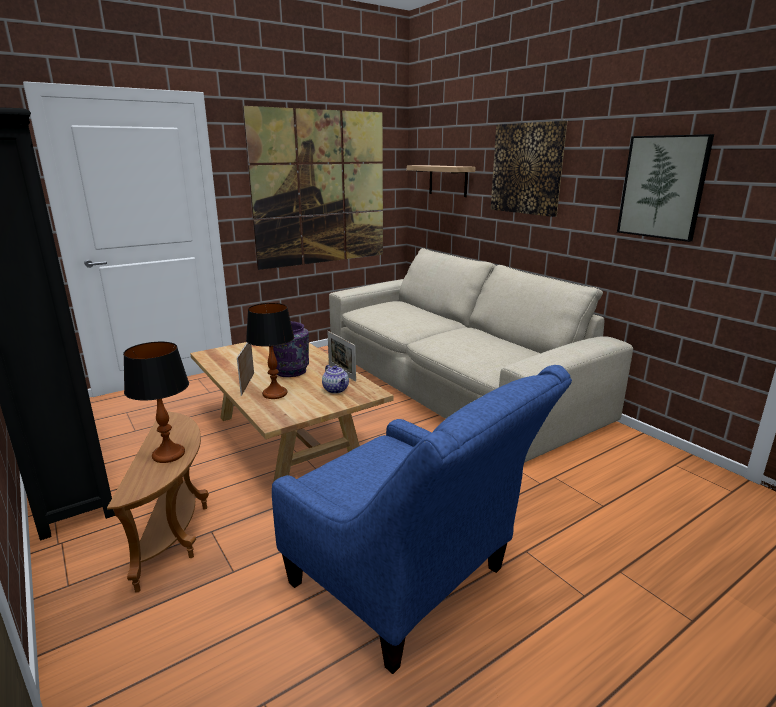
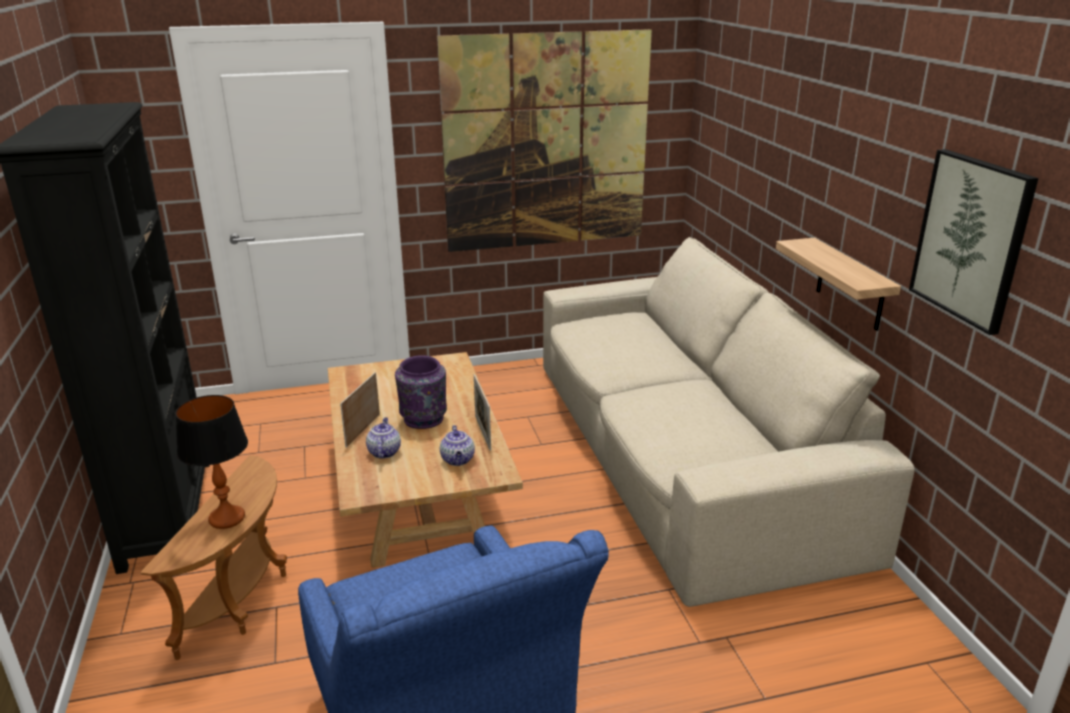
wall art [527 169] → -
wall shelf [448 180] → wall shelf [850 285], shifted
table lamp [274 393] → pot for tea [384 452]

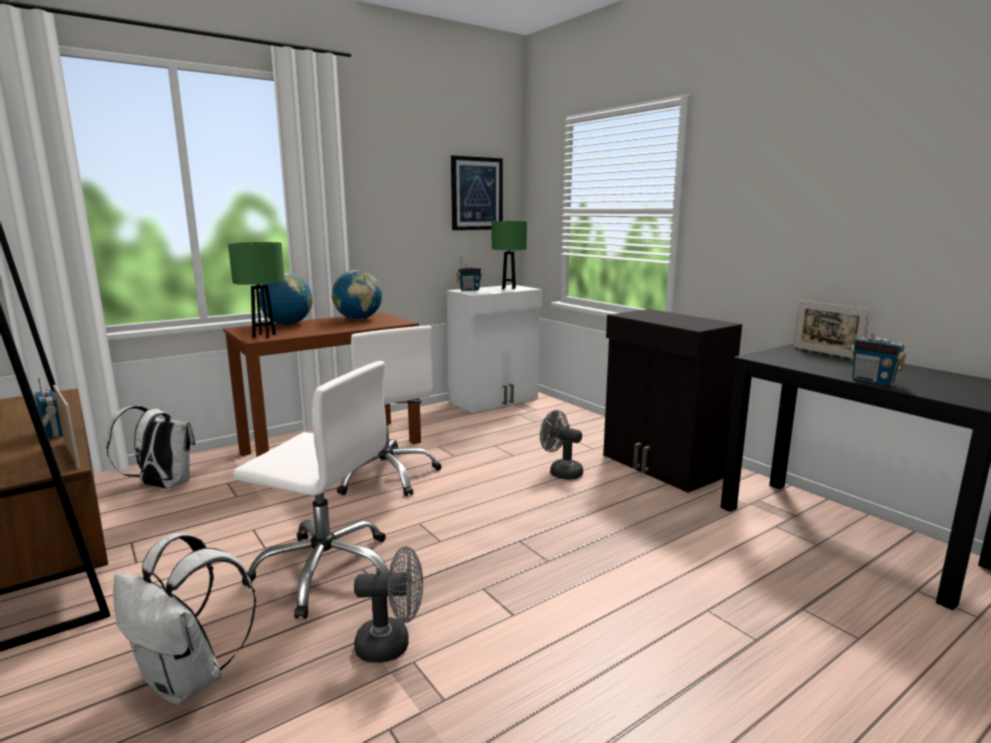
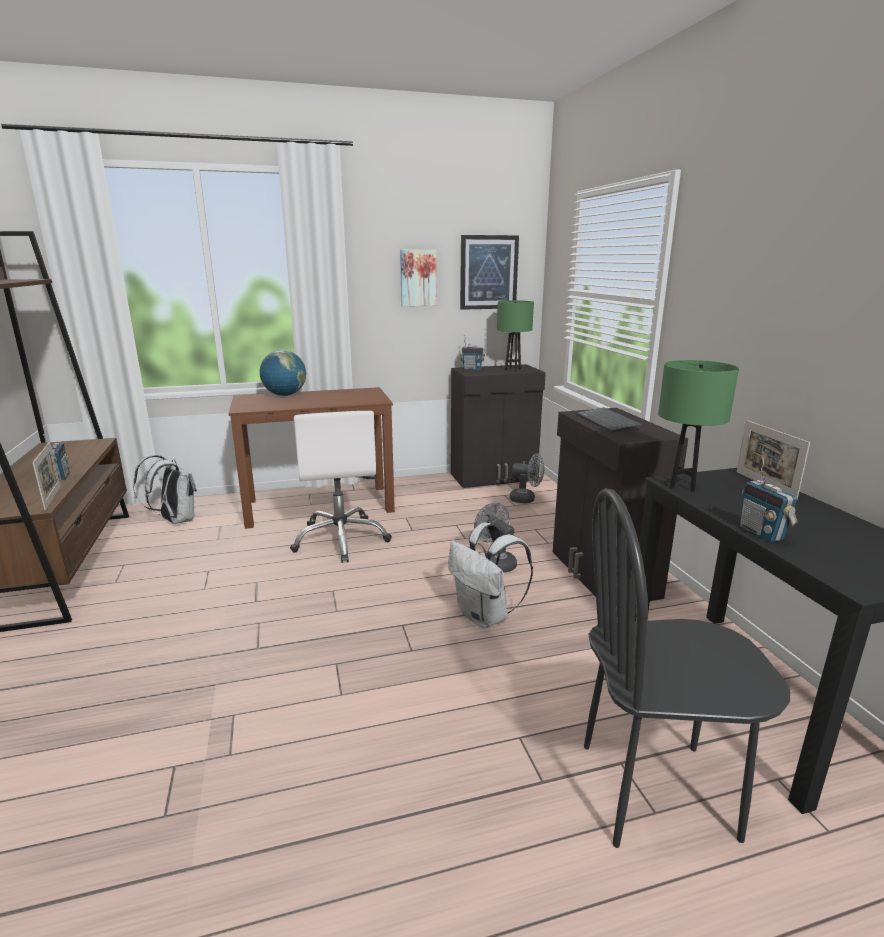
whitish desk chair [326 570] → -
globe [358 319] → -
- → wall art [418 278]
- → PC keyboard [609 422]
- → blackish plain chair [657 790]
whitish knapsack [189 680] → whitish knapsack [485 616], shifted
greenish table lamp [264 336] → greenish table lamp [682 486], shifted
grey electric fan [392 644] → grey electric fan [526 499], shifted
whitish cabinet [495 400] → blackish cabinet [494 477]

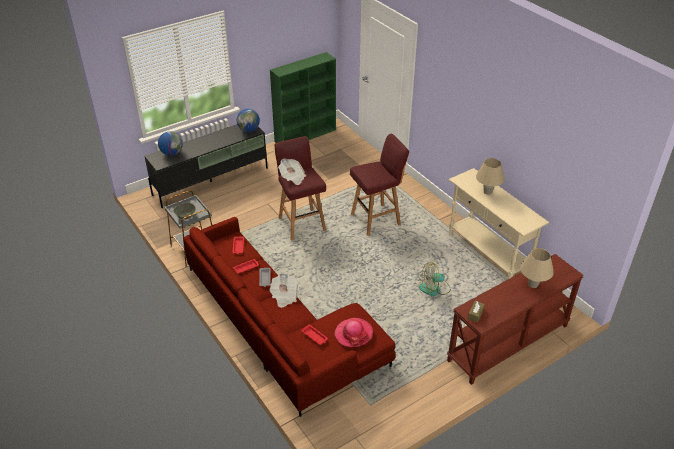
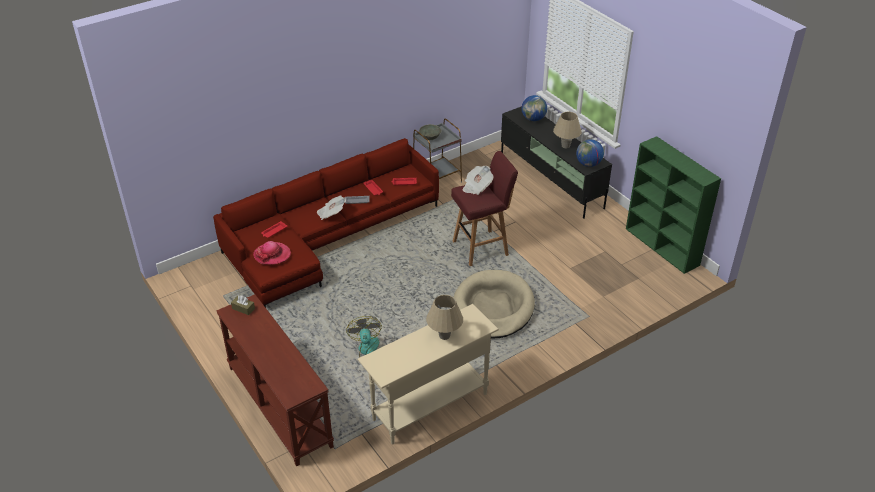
beige table lamp [533 284] → beige table lamp [565 146], shifted
reddish stool seat [376 219] → beige dog cushion [493 307]

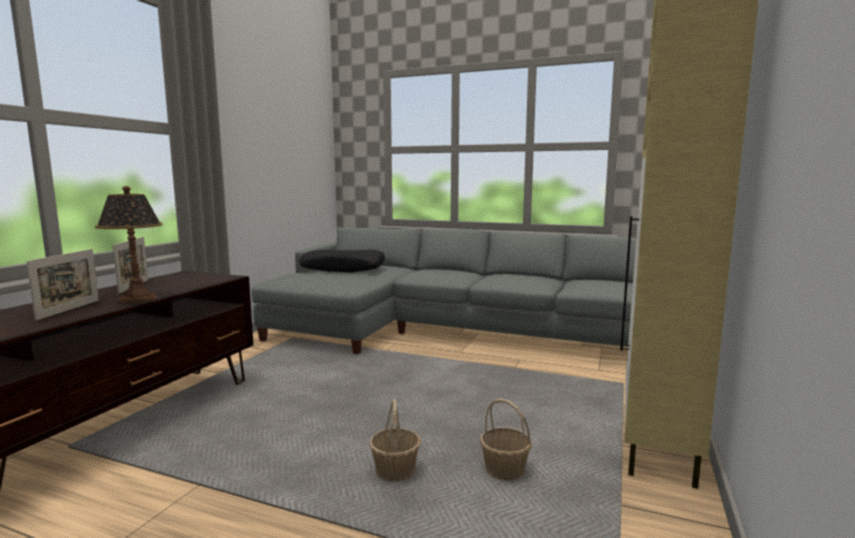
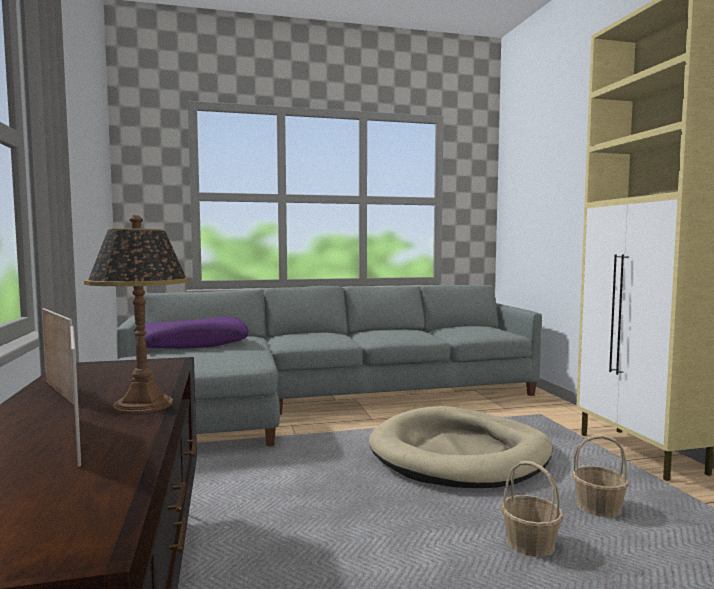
- → beige dog cushion [460 454]
blackish pillow [343 269] → purple-coloured pillow [192 344]

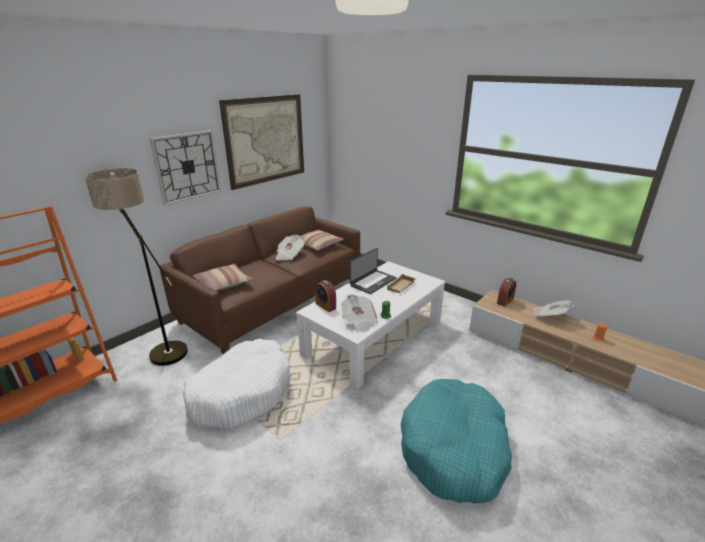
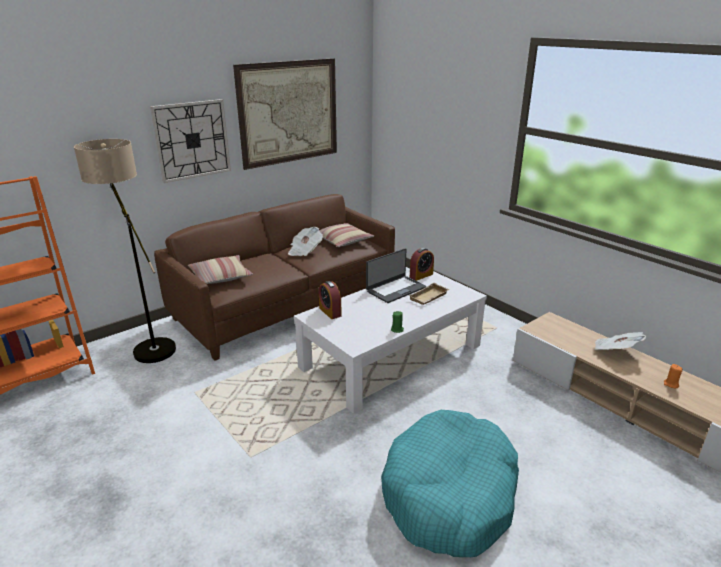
whitish dog cushion [241 392] → -
newspaper [359 322] → -
table clock [505 301] → table clock [421 275], shifted

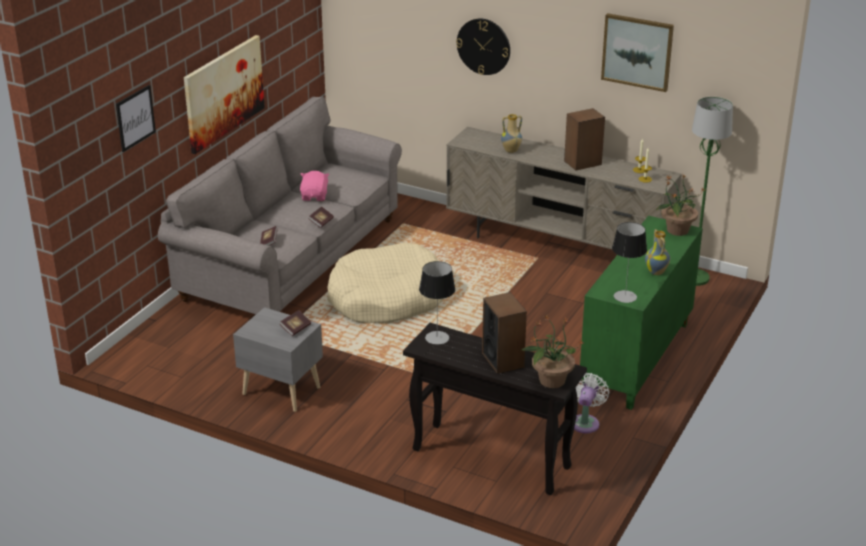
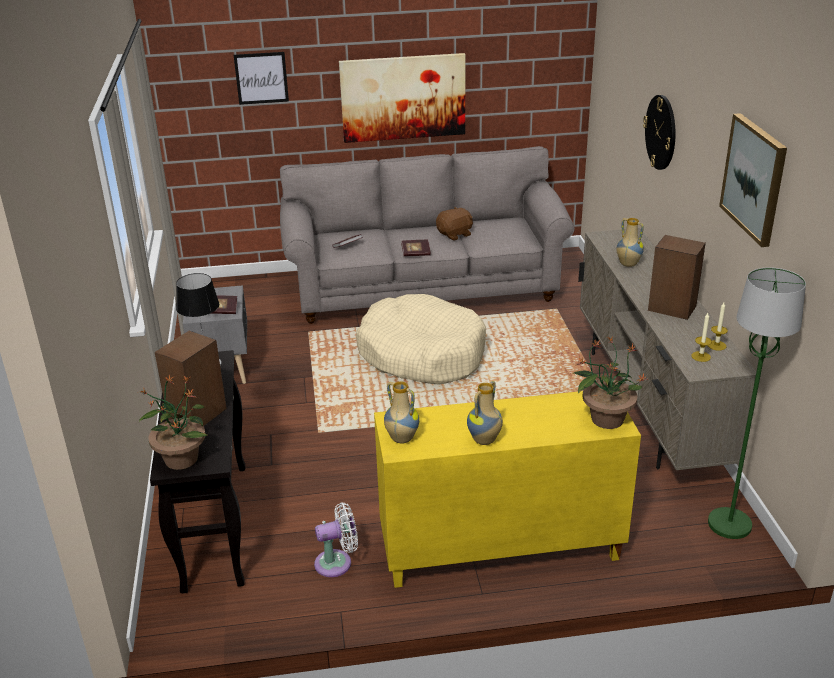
table lamp [625 296] → decorative vase [401 439]
pink-coloured soft toy [315 196] → brownish soft toy [455 234]
greenish cabinet [637 359] → yellow-coloured cabinet [499 550]

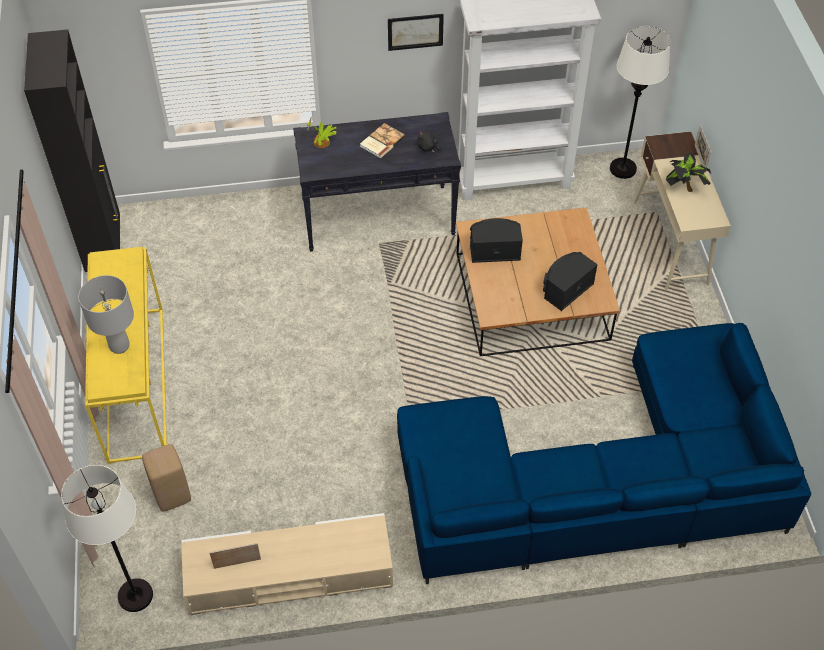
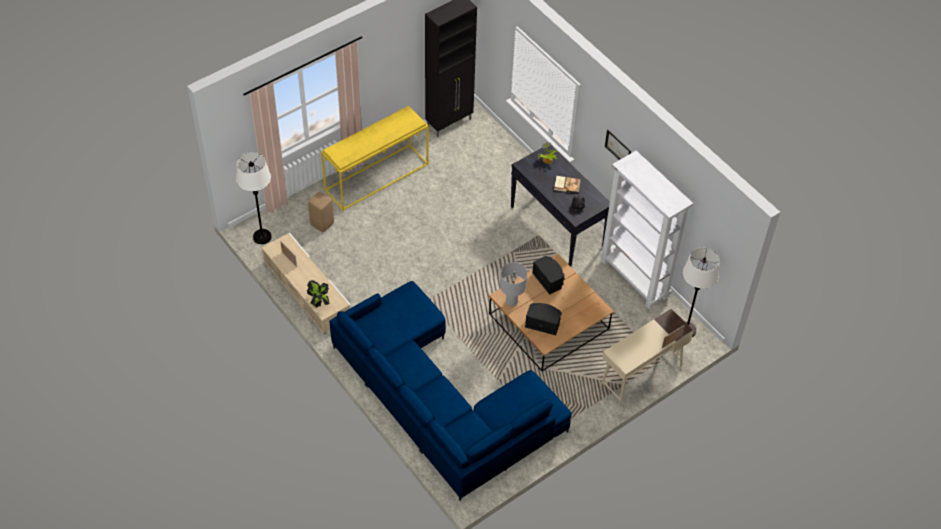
grey table lamp [119 345] → grey table lamp [512 302], shifted
plant in a pot [684 187] → plant in a pot [320 302], shifted

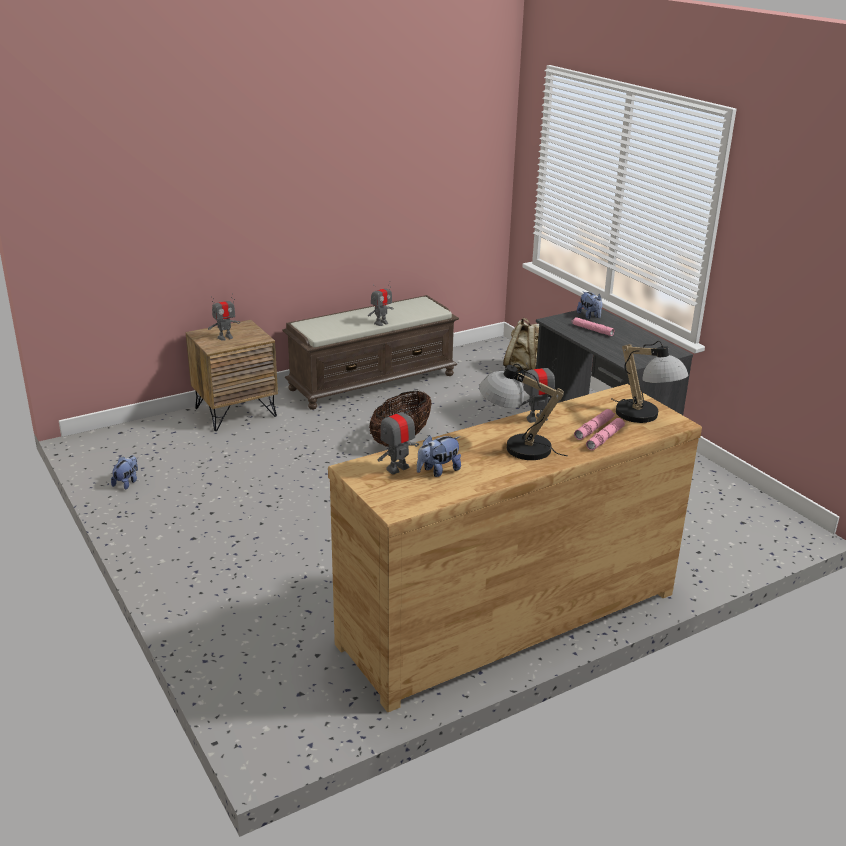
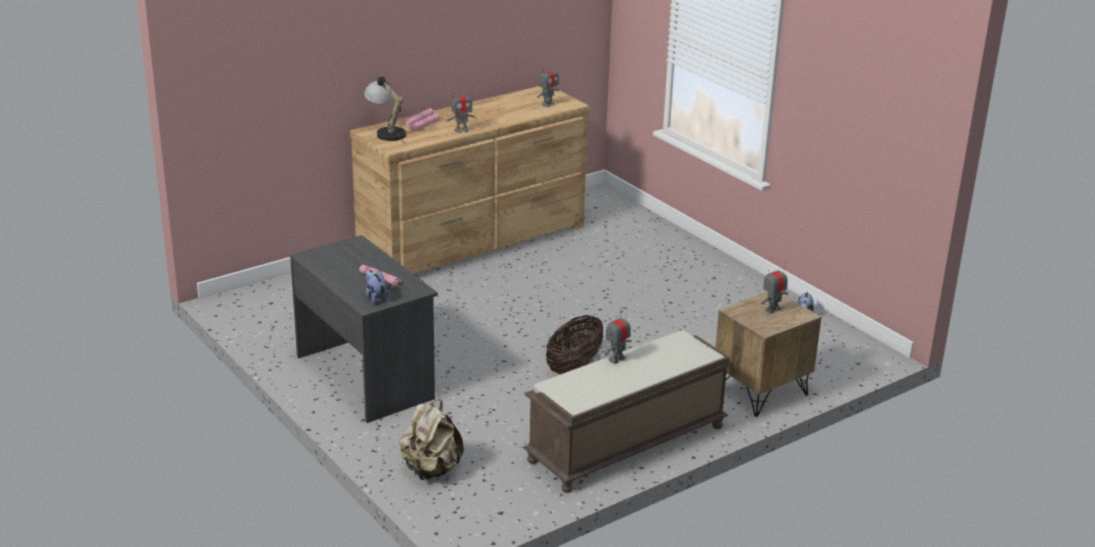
soft toy [438 471] → -
table lamp [516 447] → -

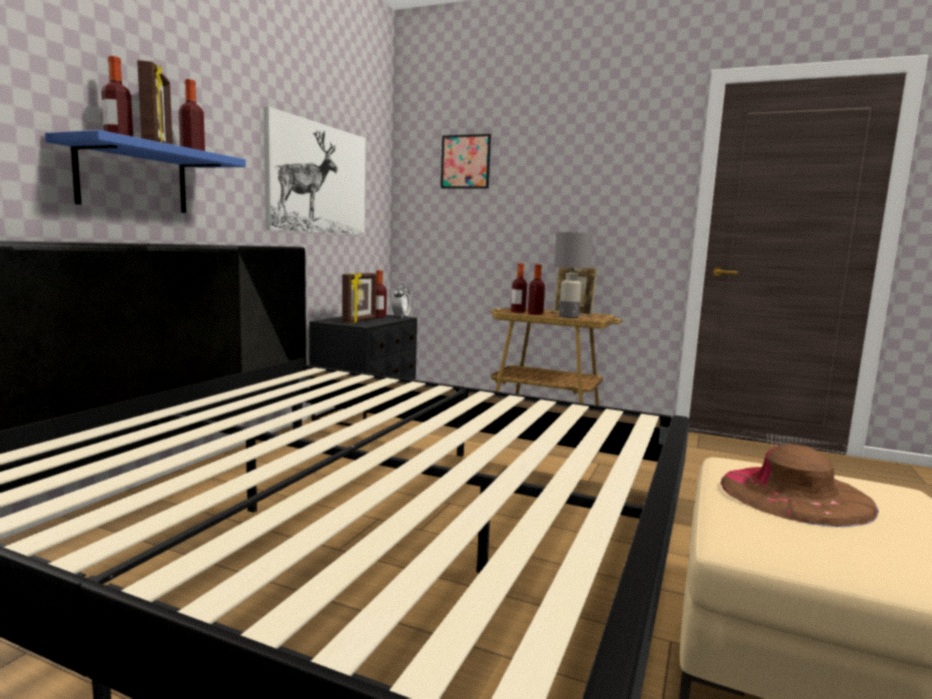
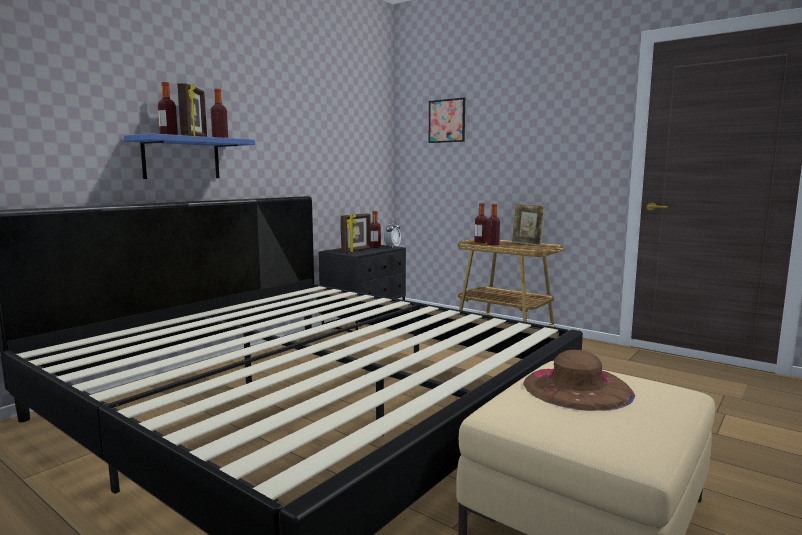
wall art [318 179] → -
grey table lamp [569 317] → -

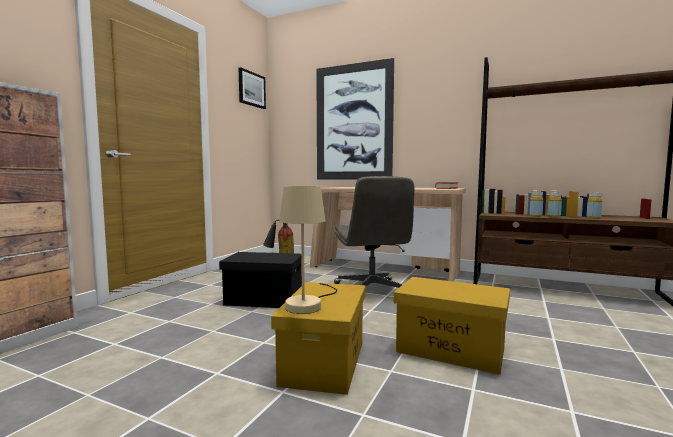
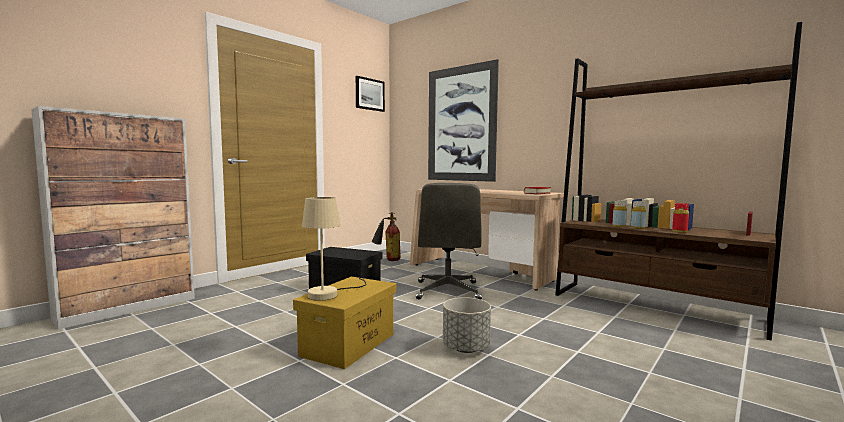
yellow-coloured storage container [452 349] → grey planter [466 348]
yellow-coloured beverage bottle [593 218] → reddish beverage bottle [679 231]

